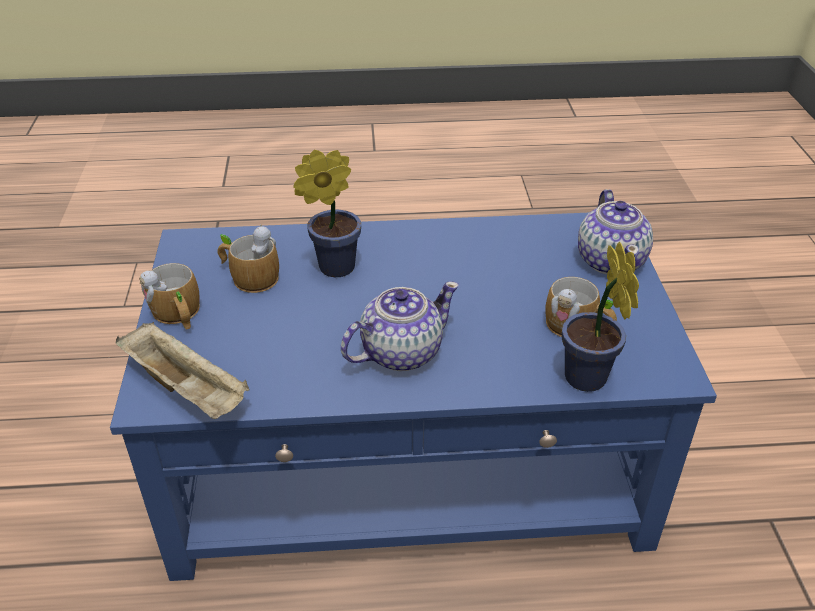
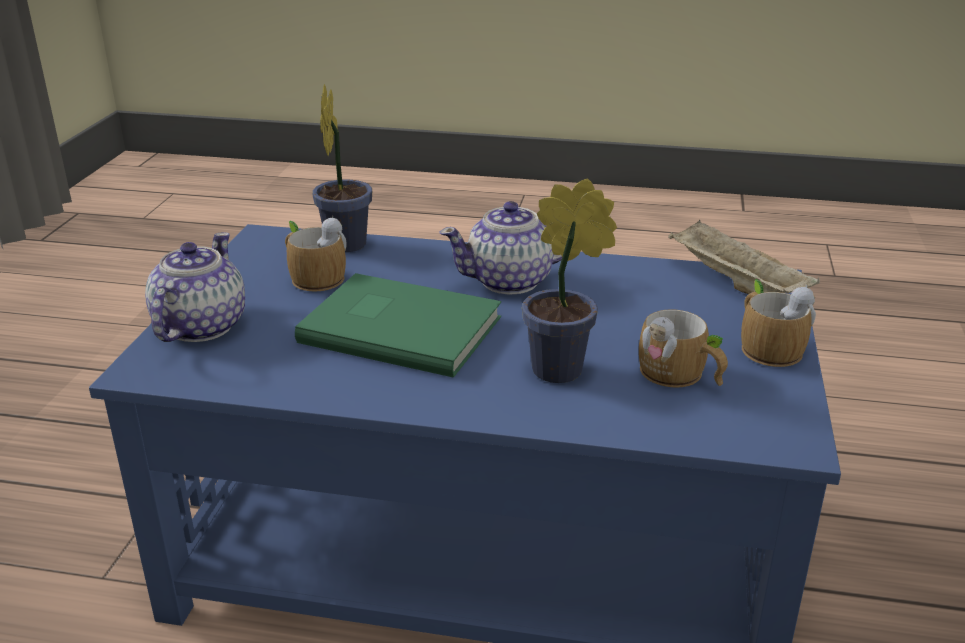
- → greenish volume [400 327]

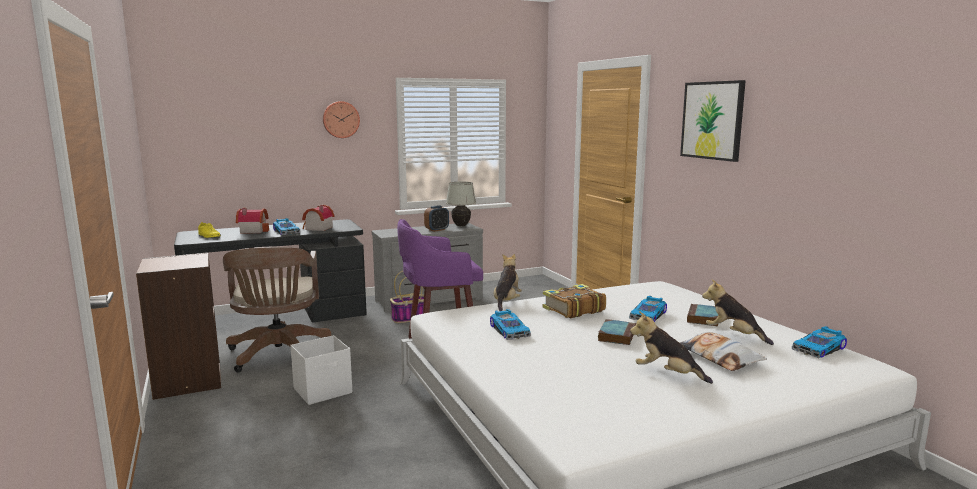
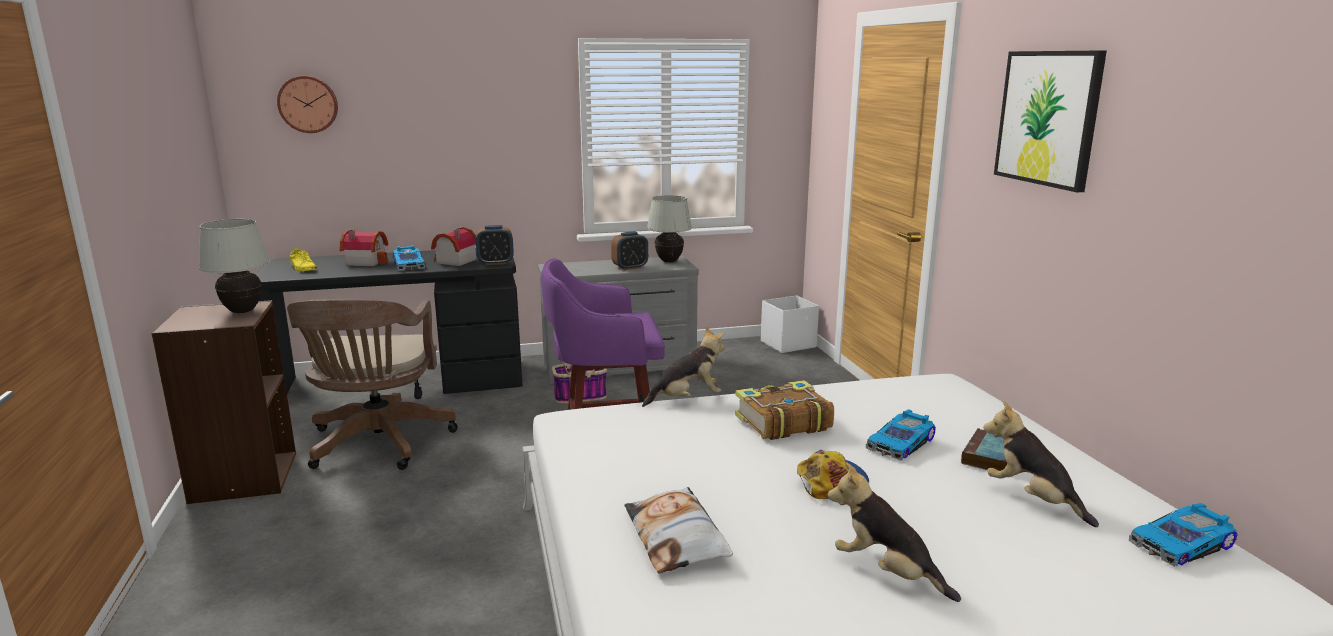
model car [510 330] → -
- → whitish table lamp [243 311]
- → table clock [495 263]
whitish storage container [323 391] → whitish storage container [789 344], shifted
hanging clock [341 119] → hanging clock [308 104], shifted
pillow [719 357] → pillow [676 538], shifted
volume [616 335] → baseball cap [831 481]
soft toy [506 302] → soft toy [687 399], 45 degrees clockwise

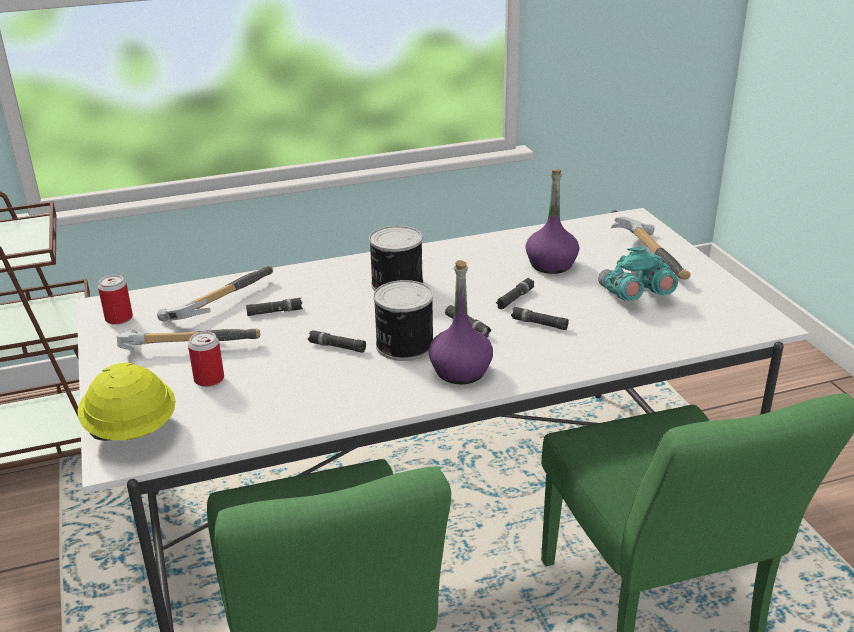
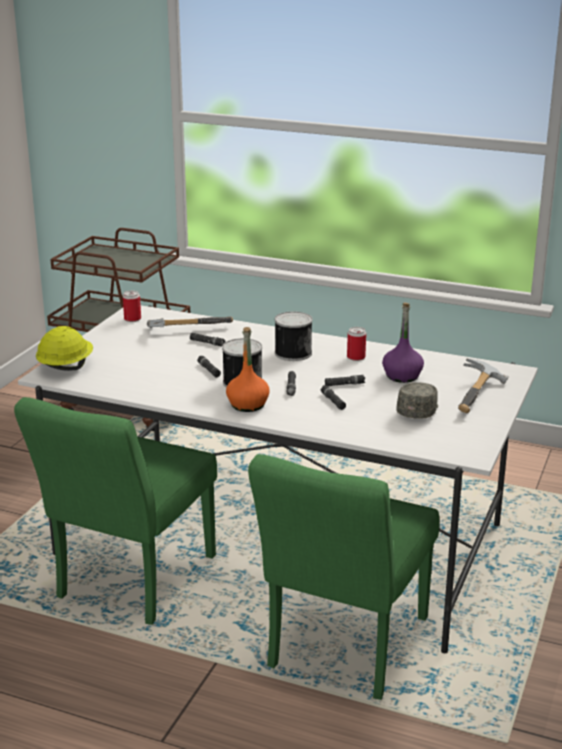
hammer [185 347] → -
metal can [209 379] → metal can [356 357], shifted
blue-green field glasses [634 296] → grey baseball cap [418 410]
purple-coloured beverage bottle [461 371] → orangey beverage bottle [248 405]

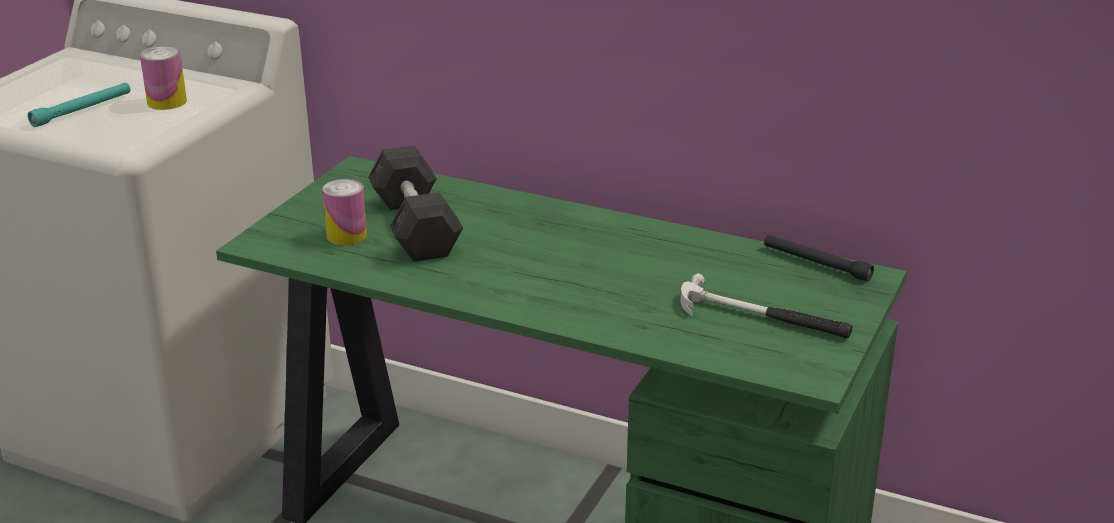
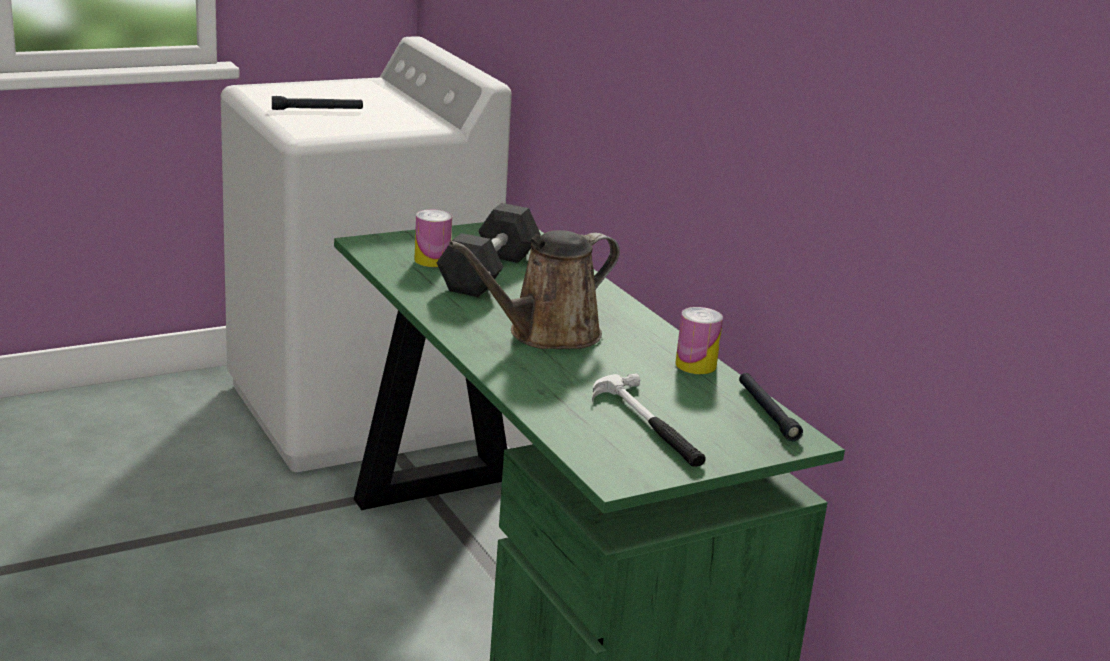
- → brownish watering can [546 334]
metal can [167 102] → metal can [695 365], shifted
blue-green flashlight [82 110] → blackish flashlight [317 110]

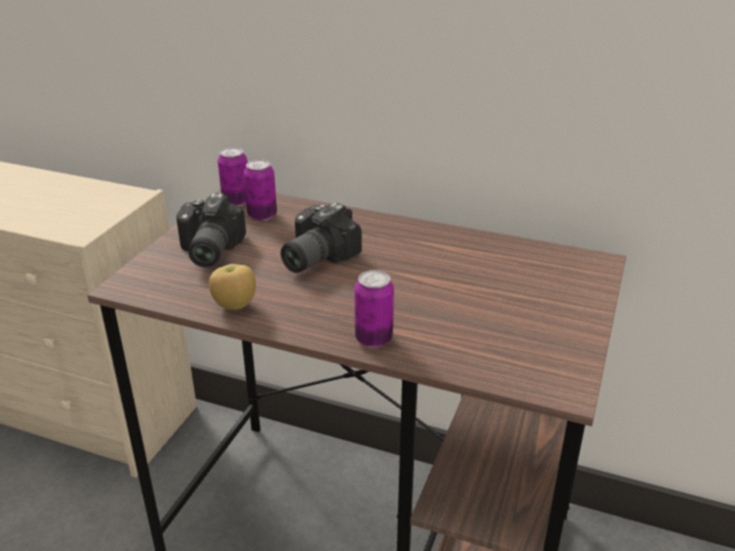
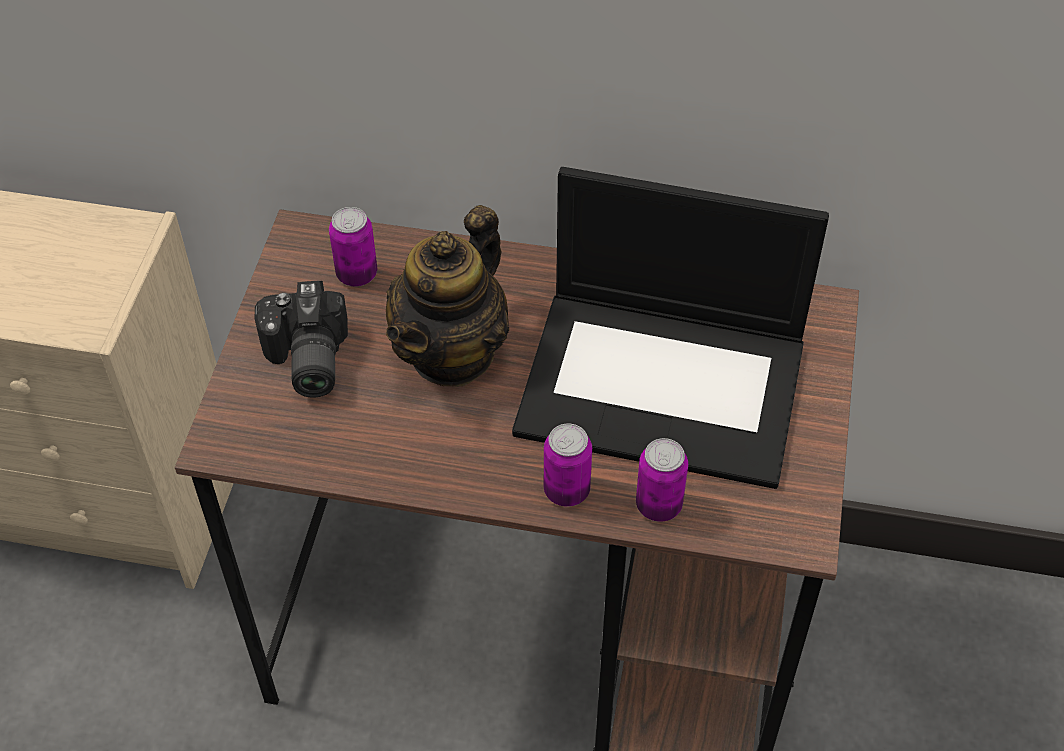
apple [234 306] → -
- → portable computer [665 385]
metal can [236 202] → metal can [658 505], shifted
photo camera [313 257] → pot for tea [452 352]

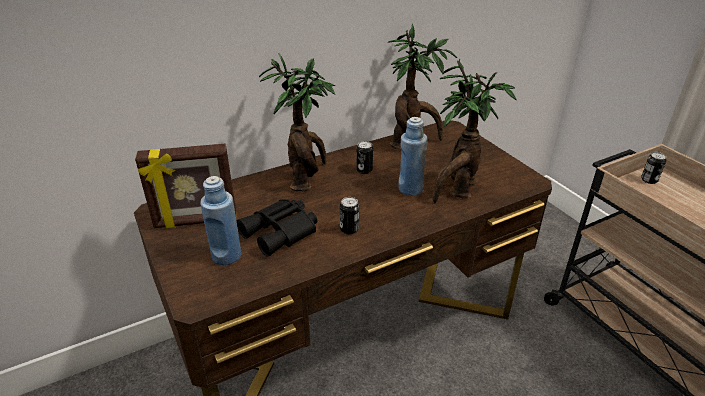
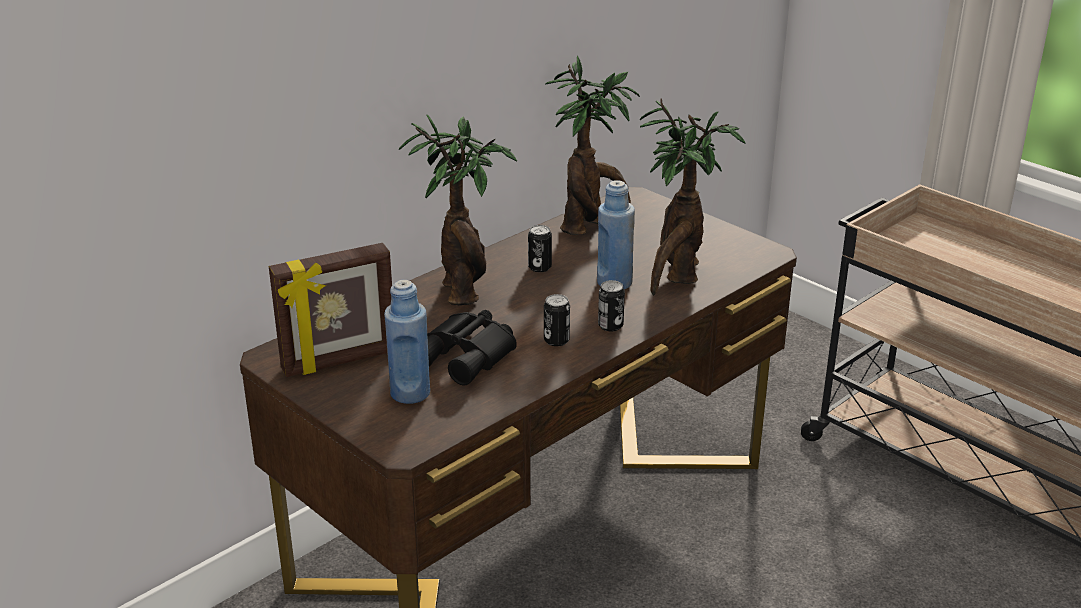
metal can [649 180] → metal can [610 326], shifted

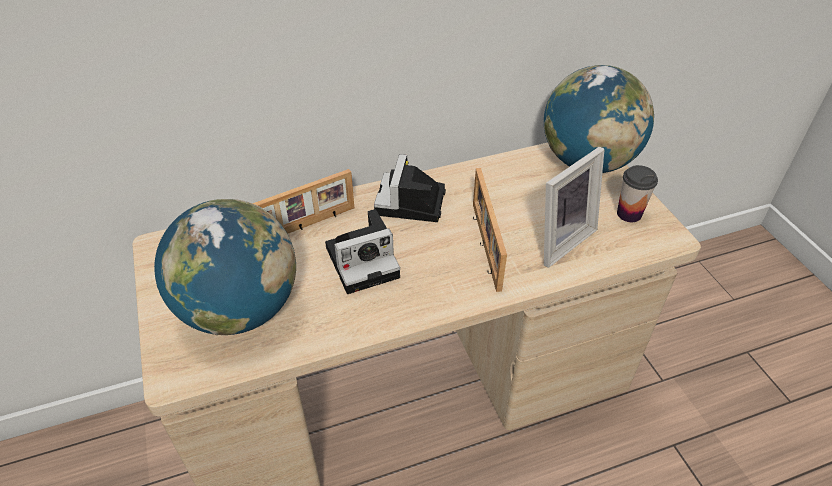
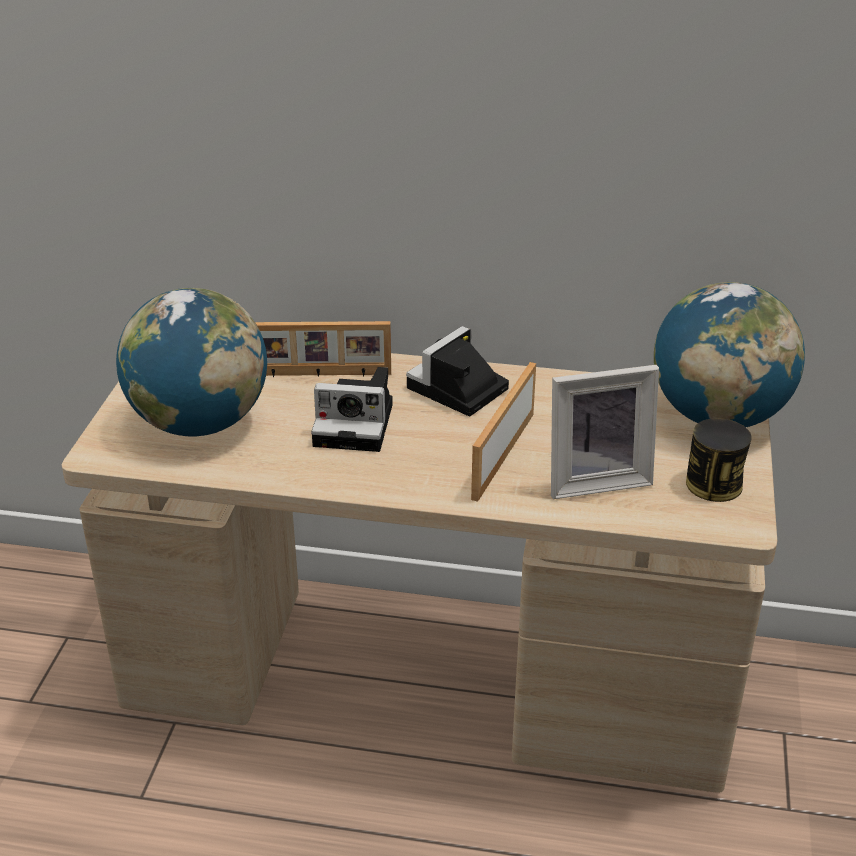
small cup [629 214] → metal can [713 484]

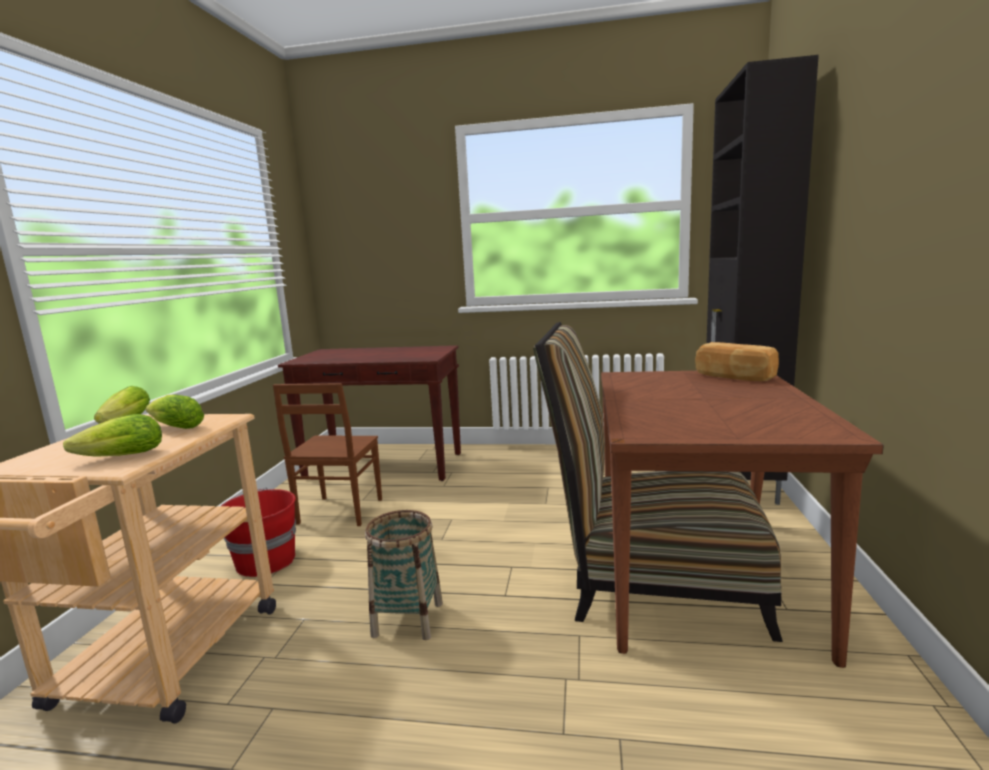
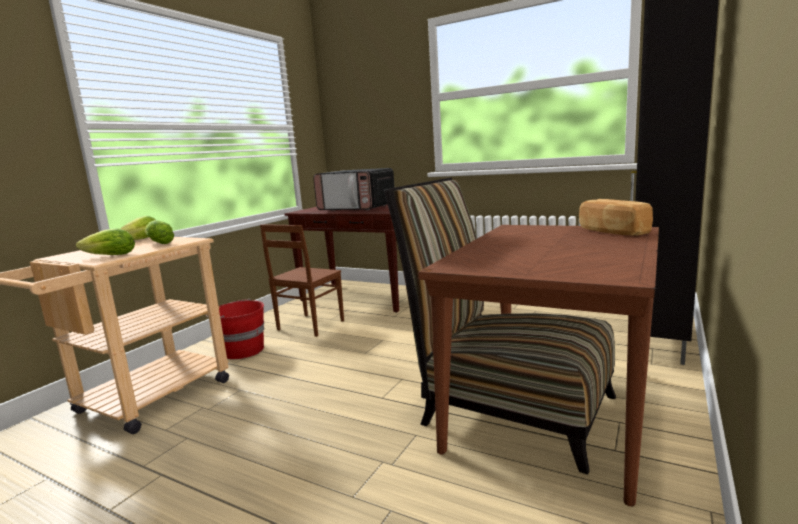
basket [407 619] → -
- → microwave [357 208]

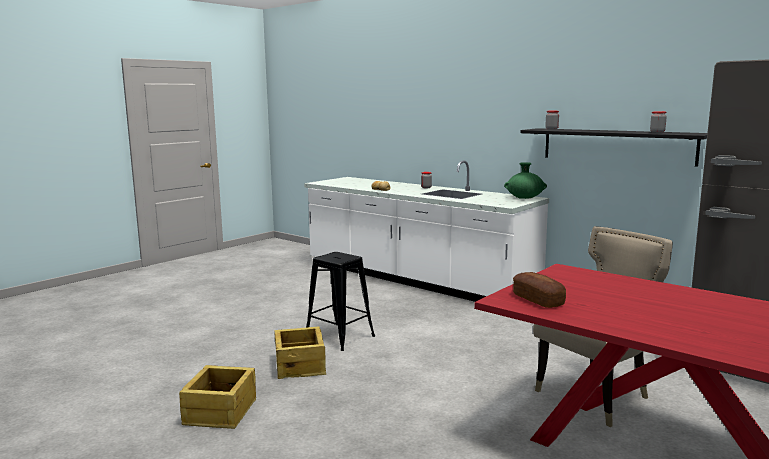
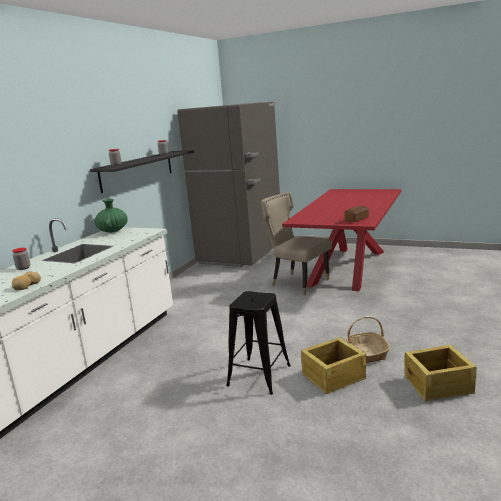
- → basket [367 352]

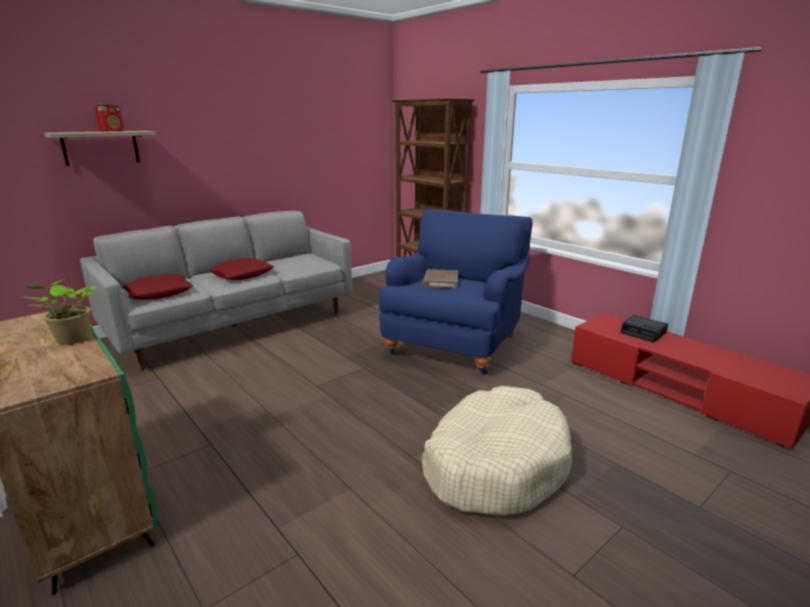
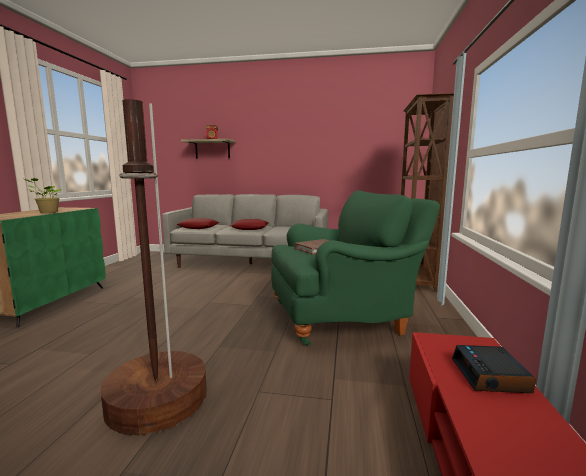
beige dog cushion [495 464] → brownish standard lamp [157 400]
blue easy chair [455 342] → greenish easy chair [343 317]

